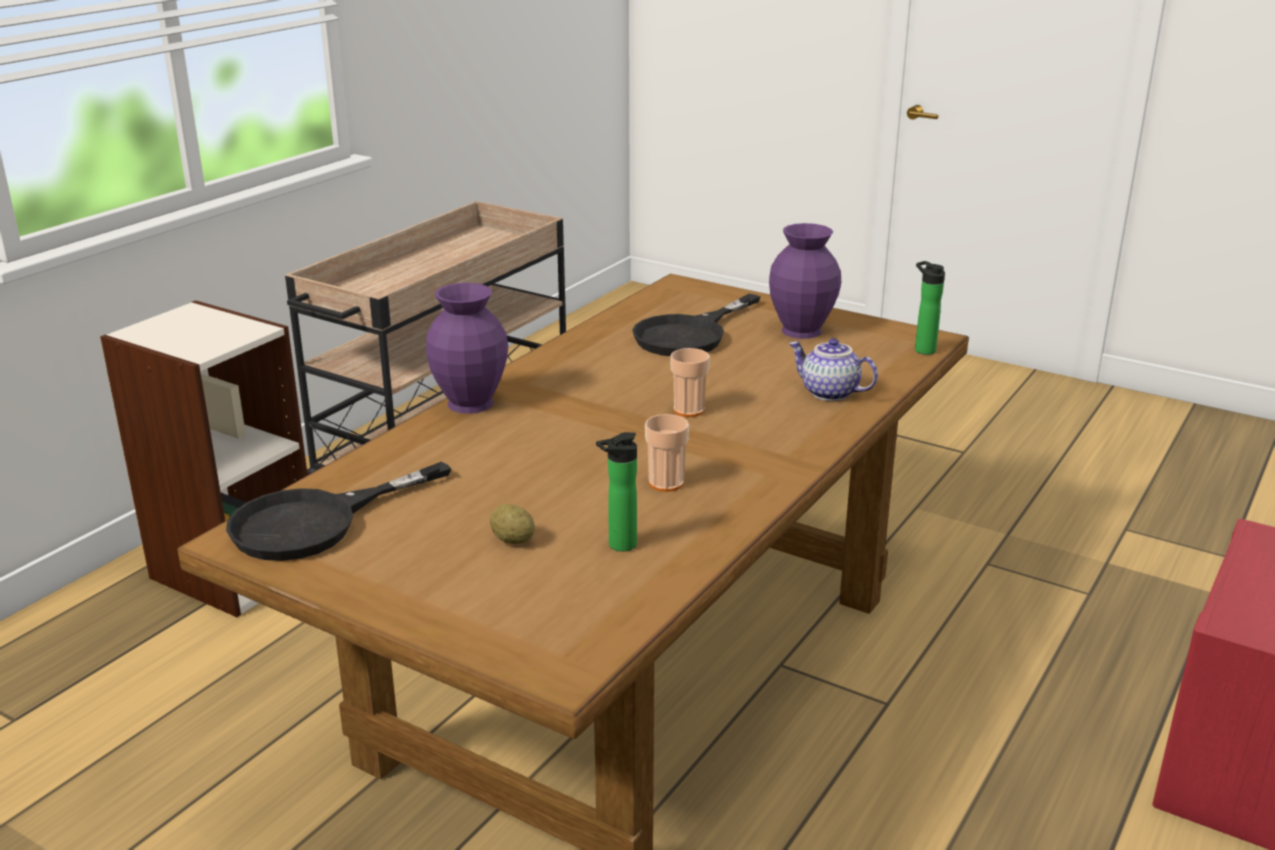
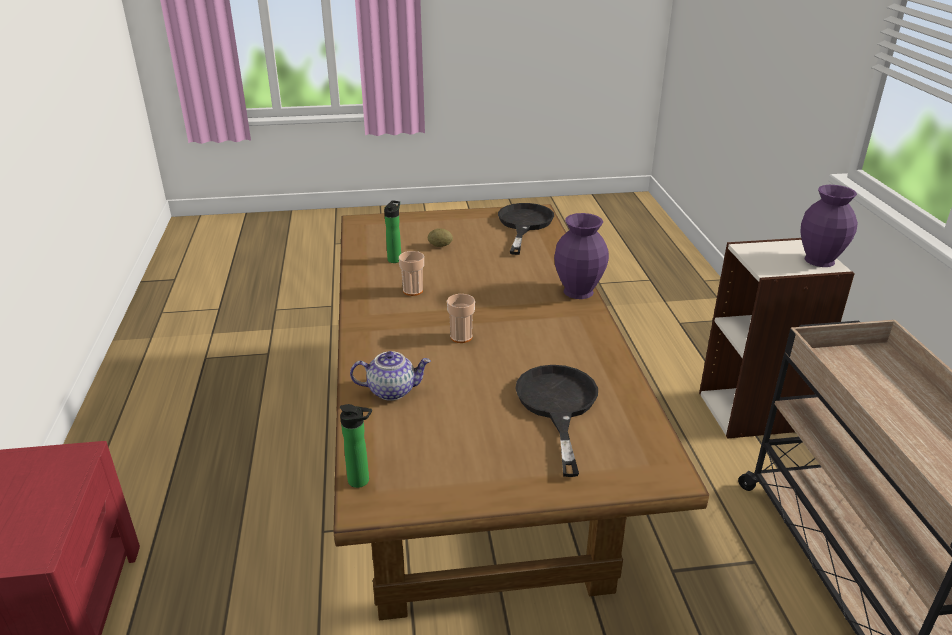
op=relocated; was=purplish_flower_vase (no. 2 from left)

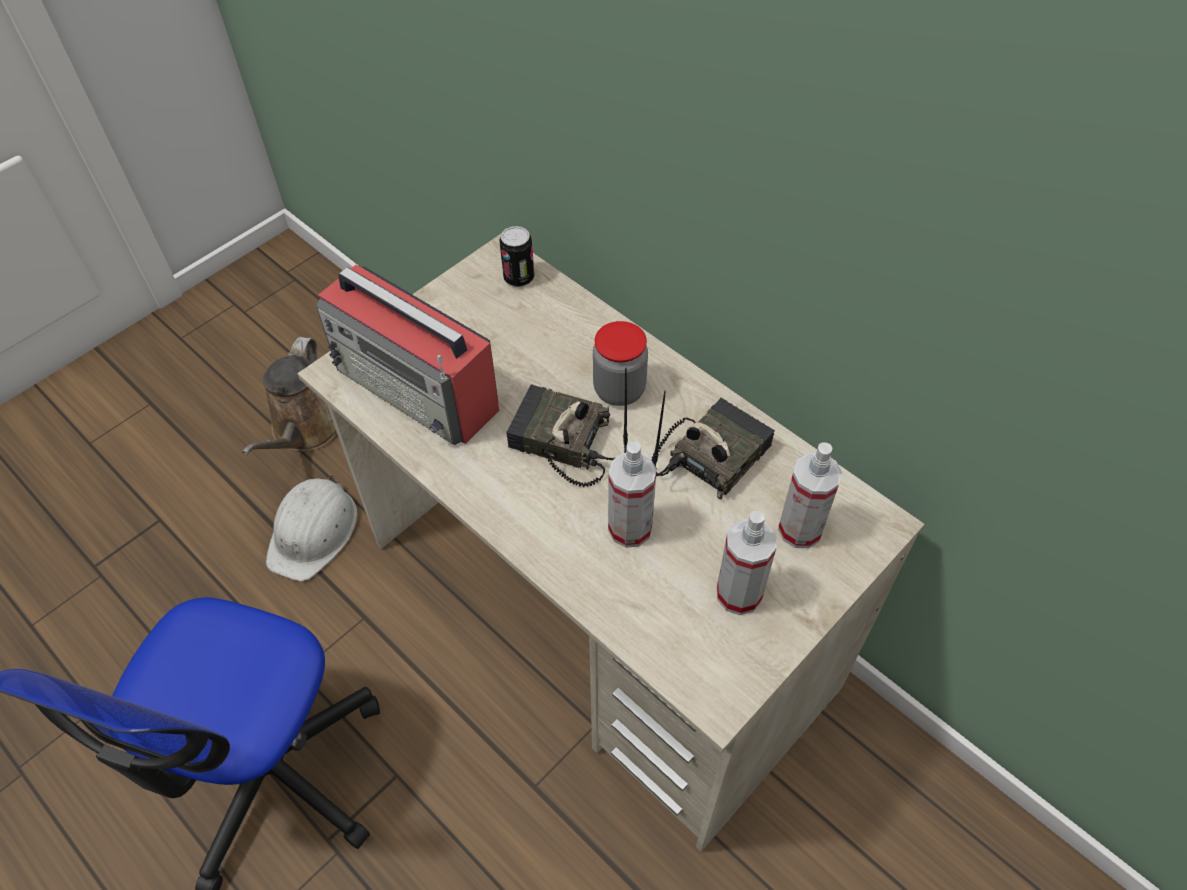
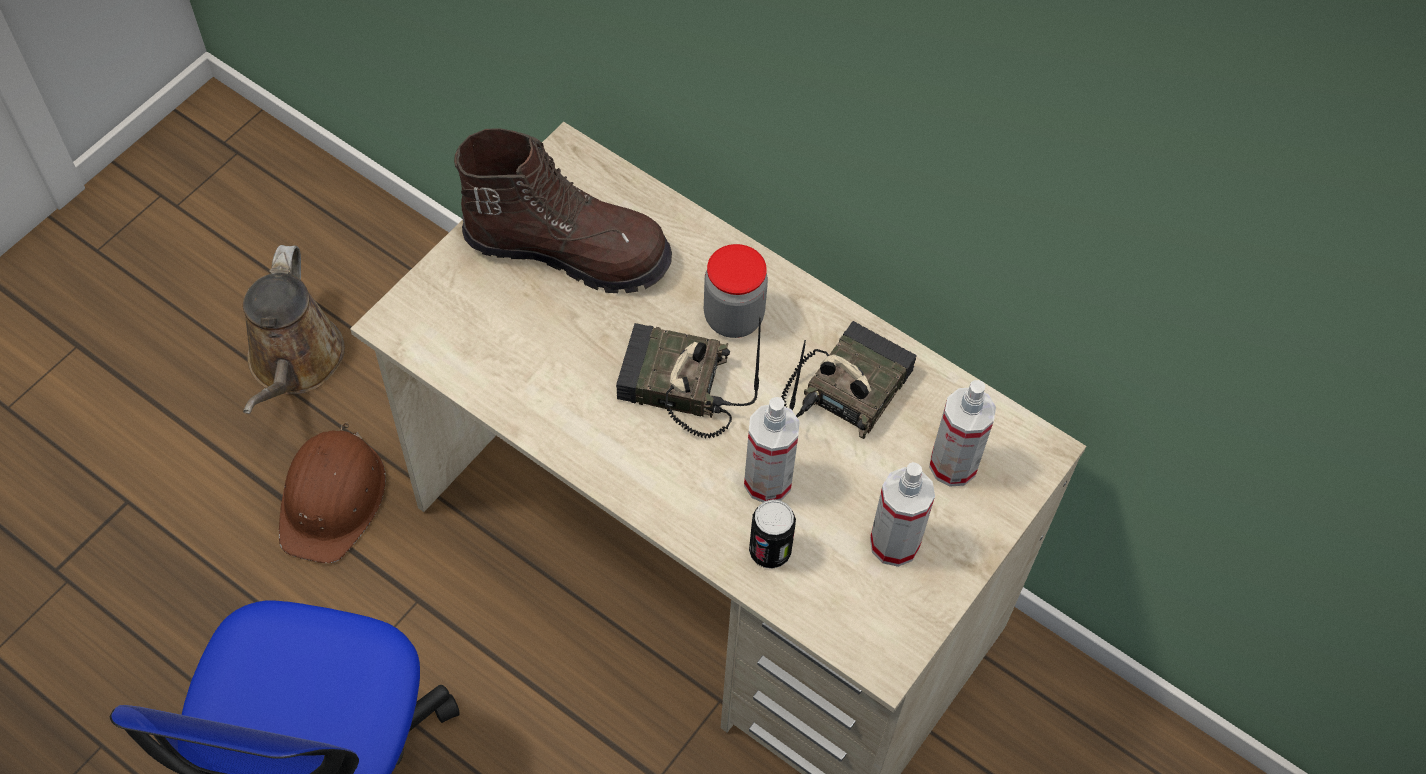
op=colour; was=whitish_work_helmet; now=brownish_work_helmet
op=missing; was=radio_receiver (no. 1 from left)
op=relocated; was=metal_can
op=appeared; now=brownish_tall_boot

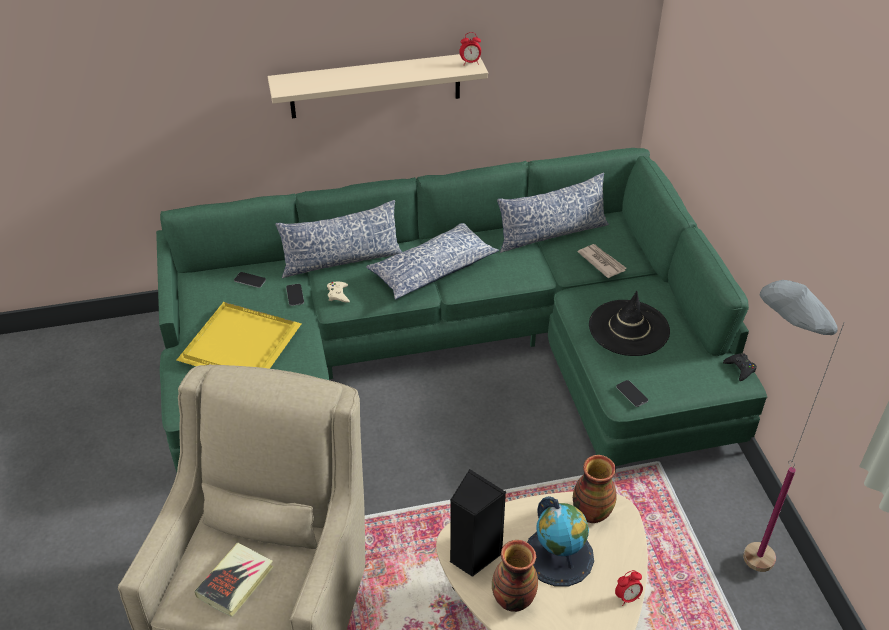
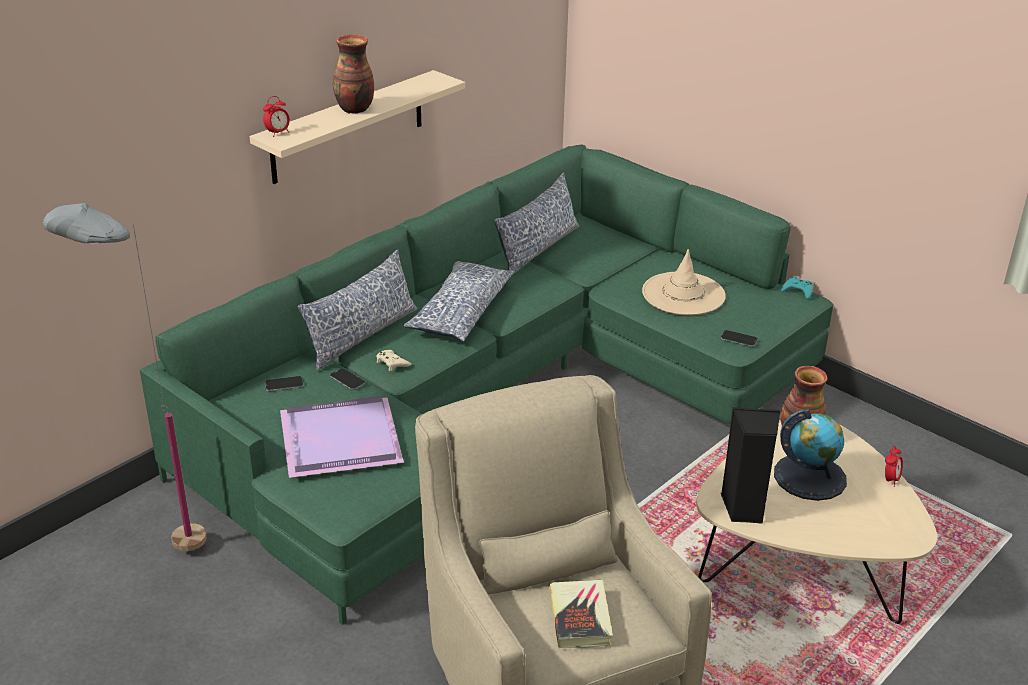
op=colour; was=yellow-coloured_serving_tray; now=purplish_serving_tray
op=relocated; was=table_clock (no. 1 from left)
op=relocated; was=flower_vase (no. 1 from left)
op=missing; was=newspaper
op=colour; was=blackish_clothing_hat; now=beige_clothing_hat
op=colour; was=blackish_joypad; now=blue-green_joypad
op=relocated; was=gray_standard_lamp

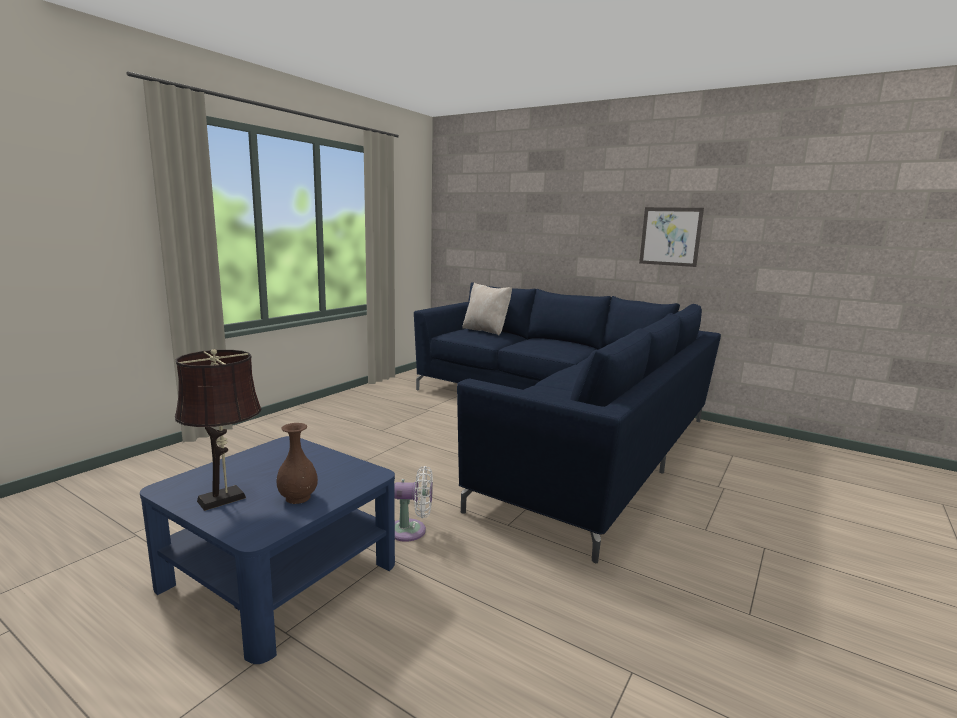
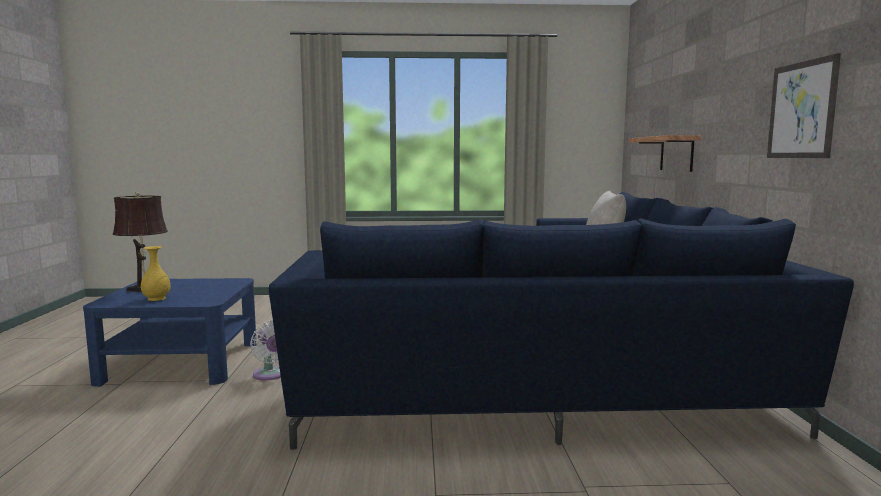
op=colour; was=brownish_flower_vase; now=yellow-coloured_flower_vase
op=appeared; now=shelf

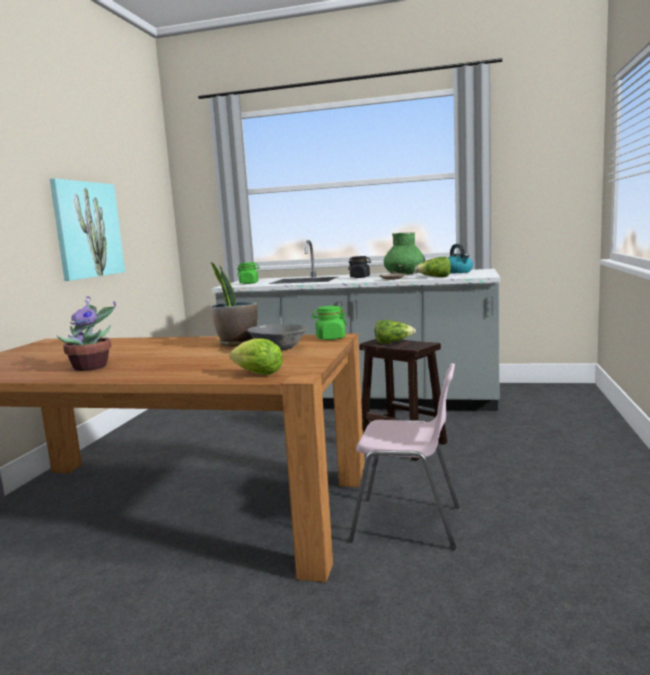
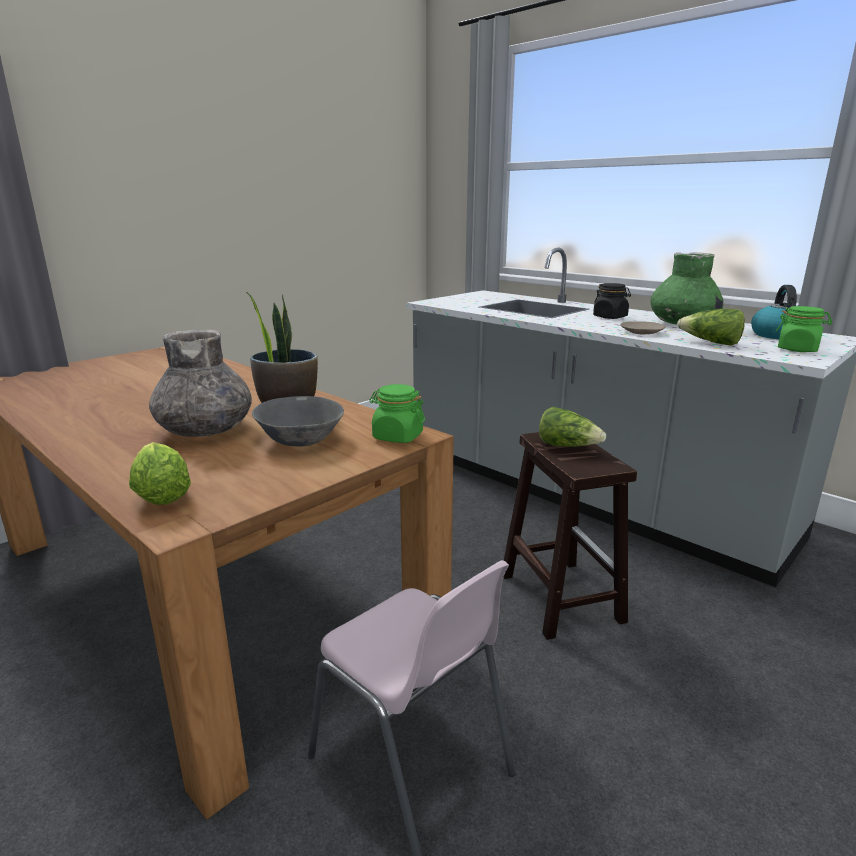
op=missing; was=wall_picture
op=missing; was=houseplant (no. 1 from left)
op=relocated; was=green_storage_jar (no. 1 from left in the first image); now=green_storage_jar (no. 2 from left)
op=appeared; now=gray_flower_vase

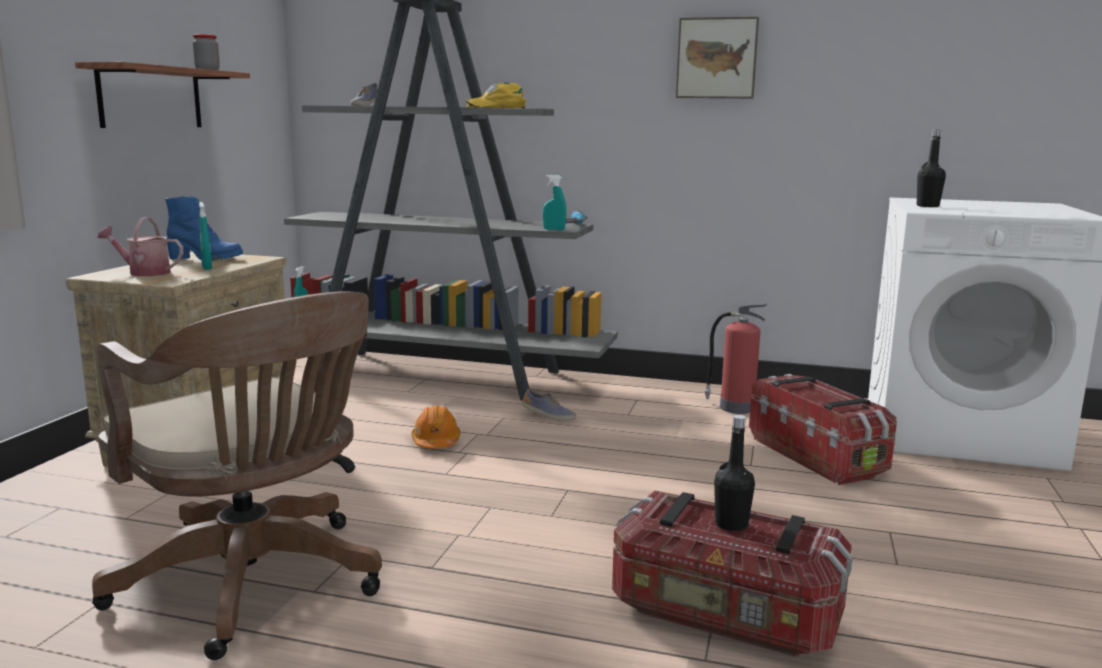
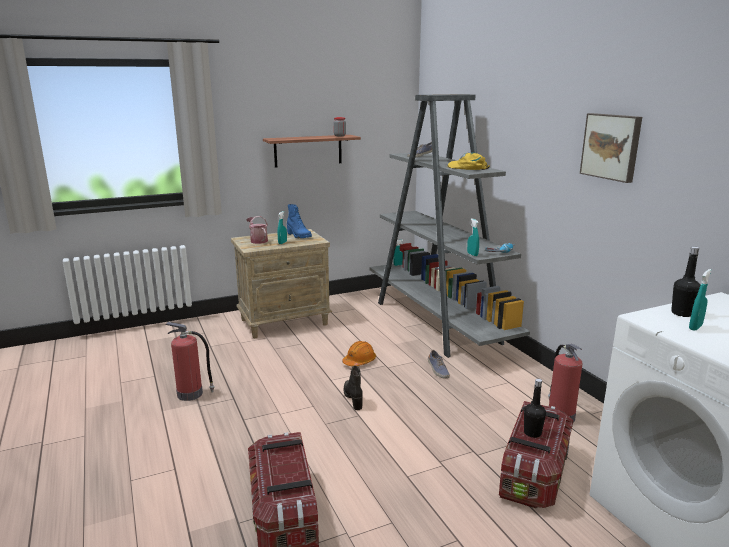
op=exchanged; was=brownish_computer_chair; now=extinguisher (no. 1 from left)
op=relocated; was=blackish_drink_bottle (no. 1 from left)
op=appeared; now=blackish_tall_boot
op=appeared; now=blue-green_hand_sprayer (no. 4 from left)

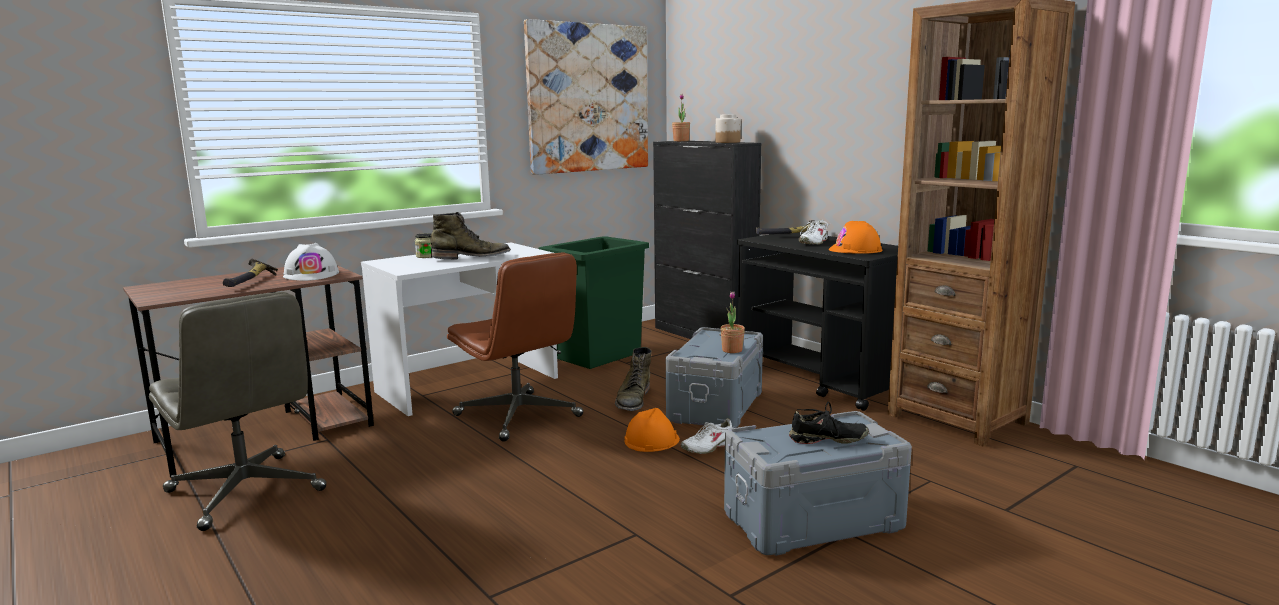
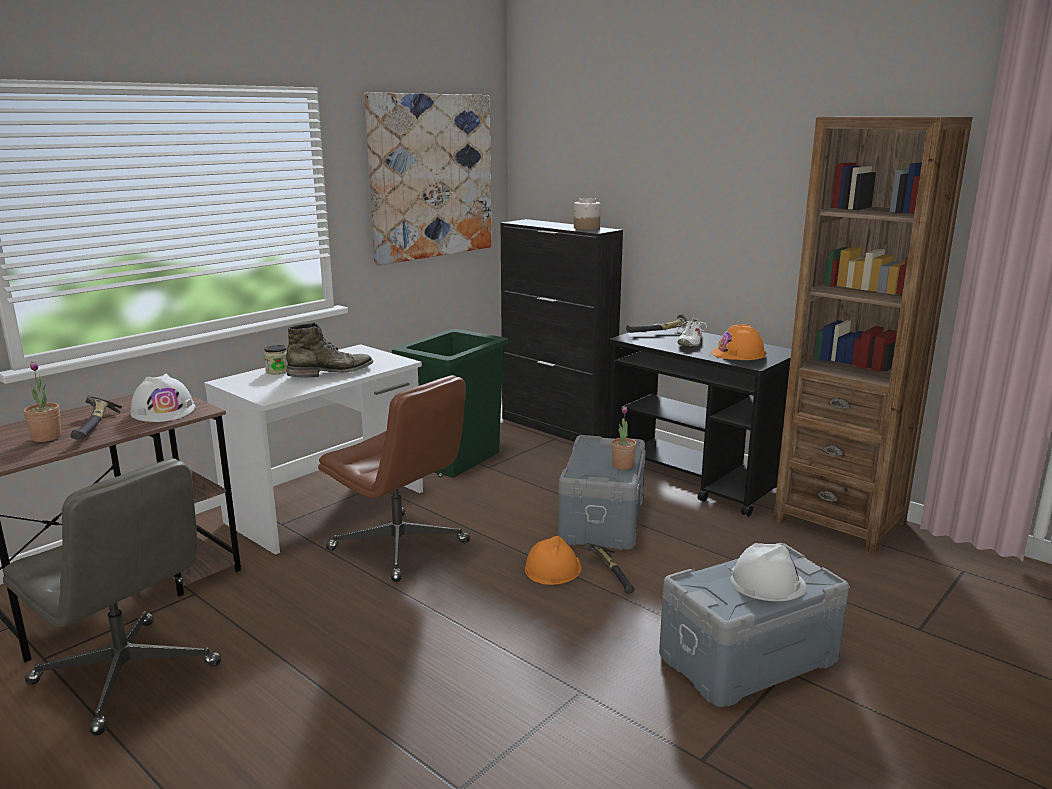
op=missing; was=green_tall_boot (no. 2 from left)
op=relocated; was=houseplant (no. 1 from left)
op=exchanged; was=whitish_shoe (no. 1 from left); now=hand_hammer (no. 2 from left)
op=exchanged; was=blackish_shoe; now=whitish_work_helmet (no. 2 from left)

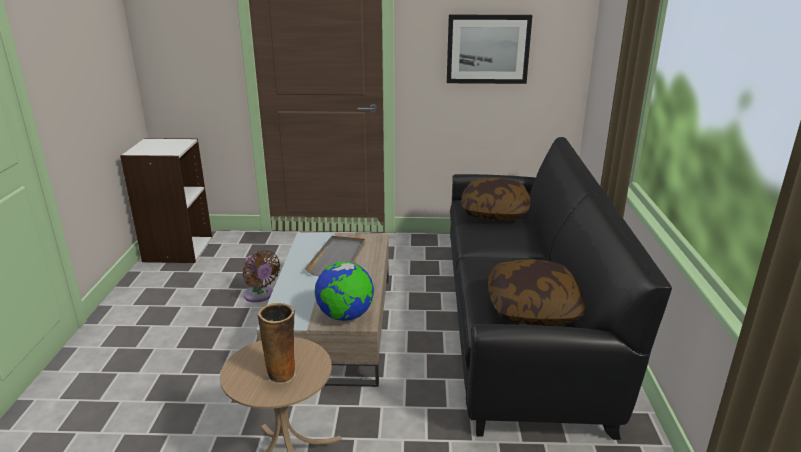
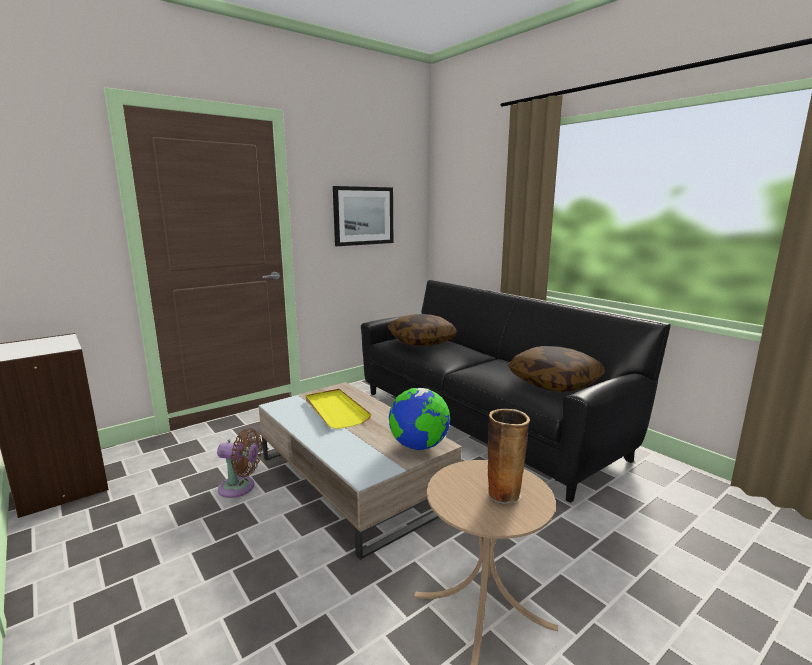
op=colour; was=gray_serving_tray; now=yellow-coloured_serving_tray

